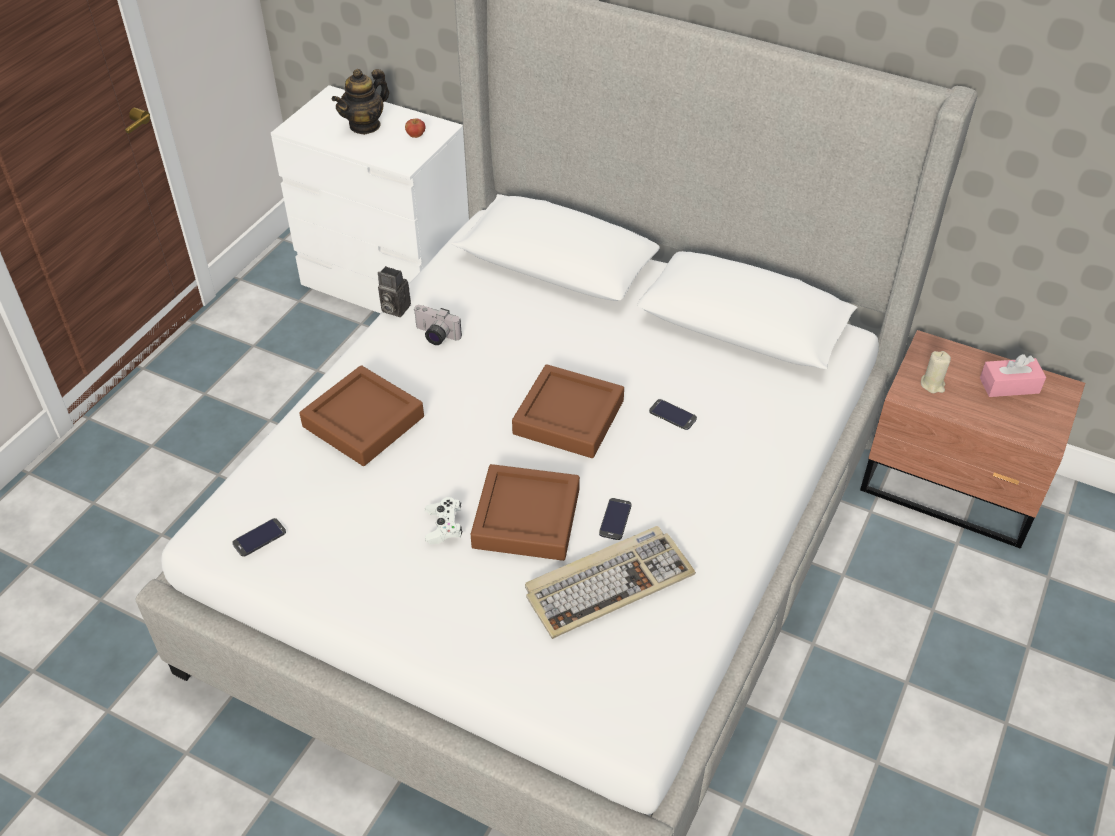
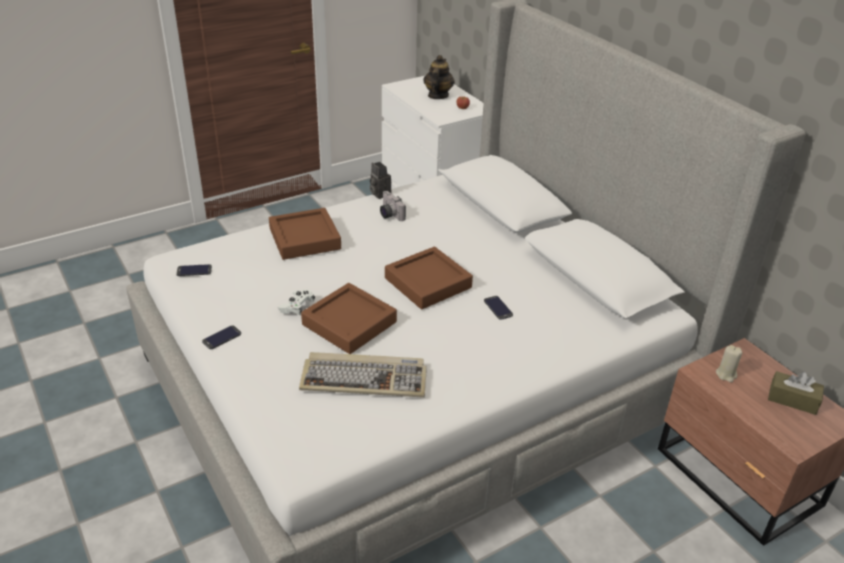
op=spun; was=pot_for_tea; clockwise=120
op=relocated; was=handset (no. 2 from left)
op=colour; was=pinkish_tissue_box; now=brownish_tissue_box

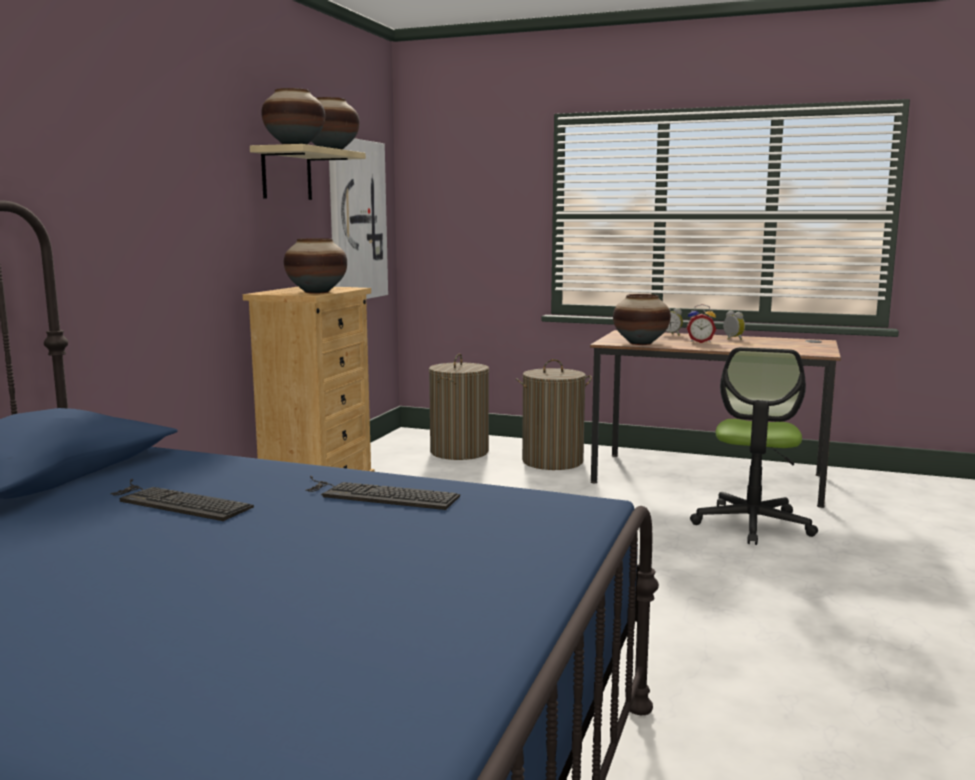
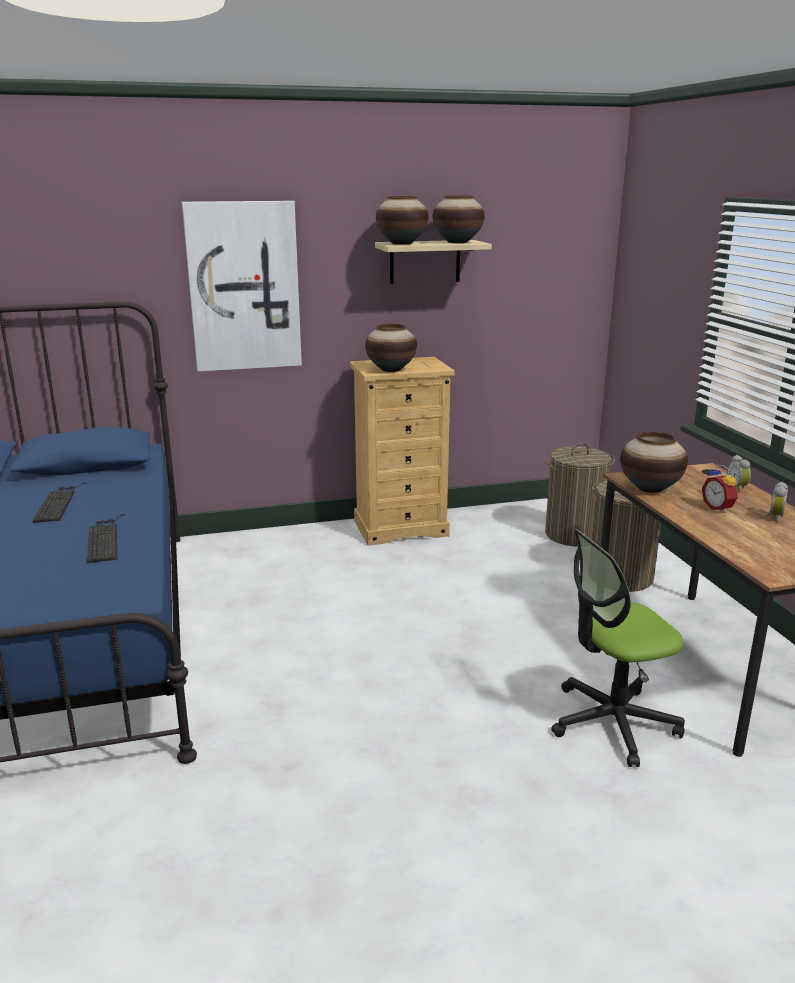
op=relocated; was=wall_picture

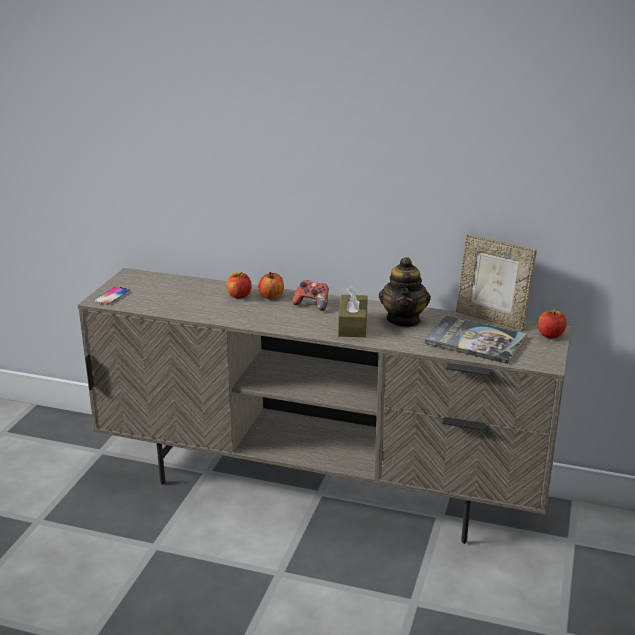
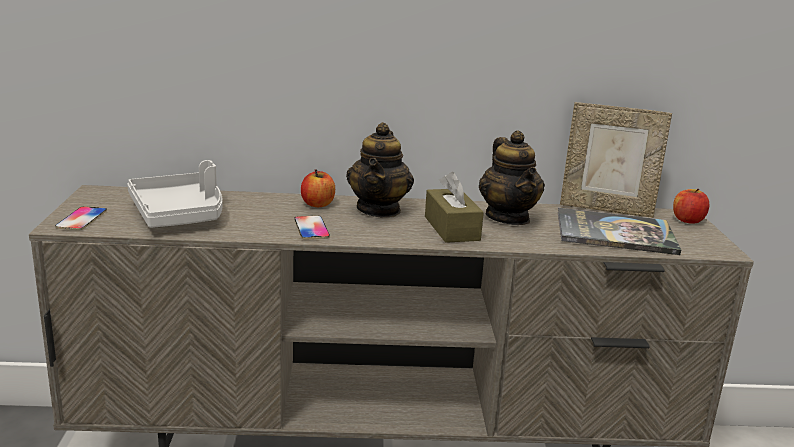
op=missing; was=apple (no. 1 from left)
op=exchanged; was=joypad; now=pot_for_tea (no. 1 from left)
op=appeared; now=gray_serving_tray
op=appeared; now=handset (no. 2 from left)

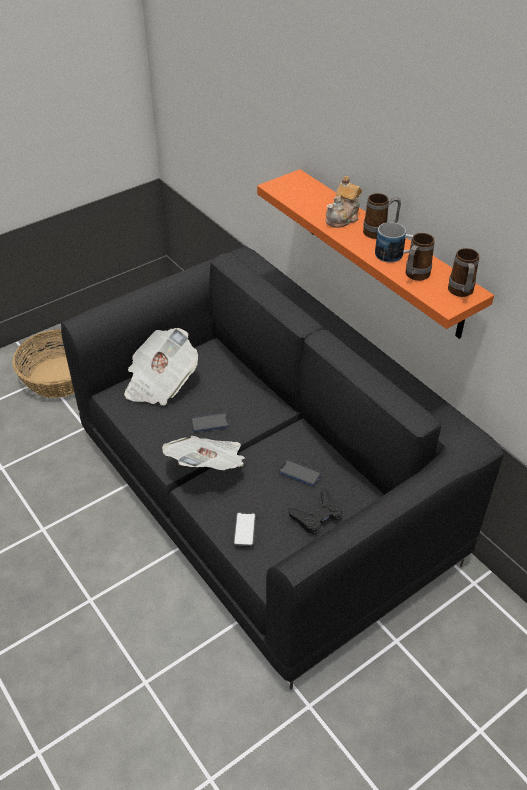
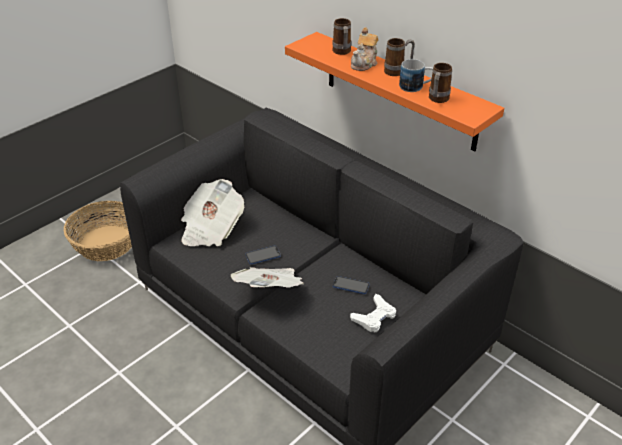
op=missing; was=handset (no. 2 from left)
op=colour; was=blackish_joypad; now=whitish_joypad
op=relocated; was=tea_mug (no. 4 from left in the first image); now=tea_mug (no. 1 from left)

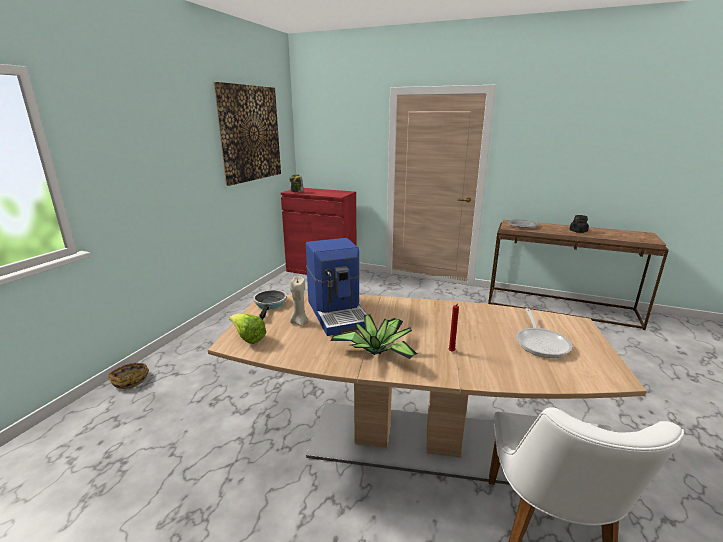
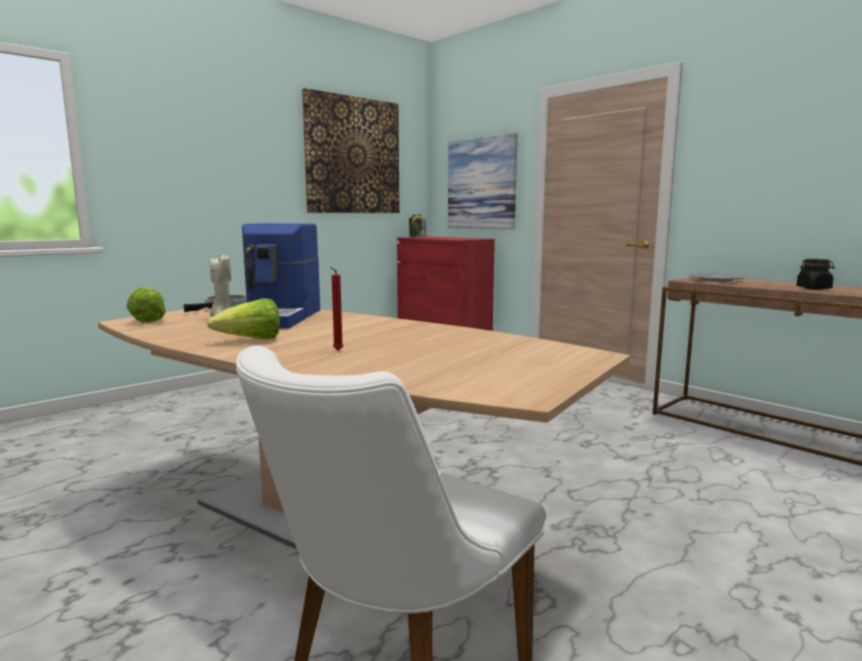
op=missing; was=basket
op=exchanged; was=houseplant; now=head_of_lettuce (no. 2 from left)
op=missing; was=skillet (no. 2 from left)
op=appeared; now=wall_picture (no. 2 from left)

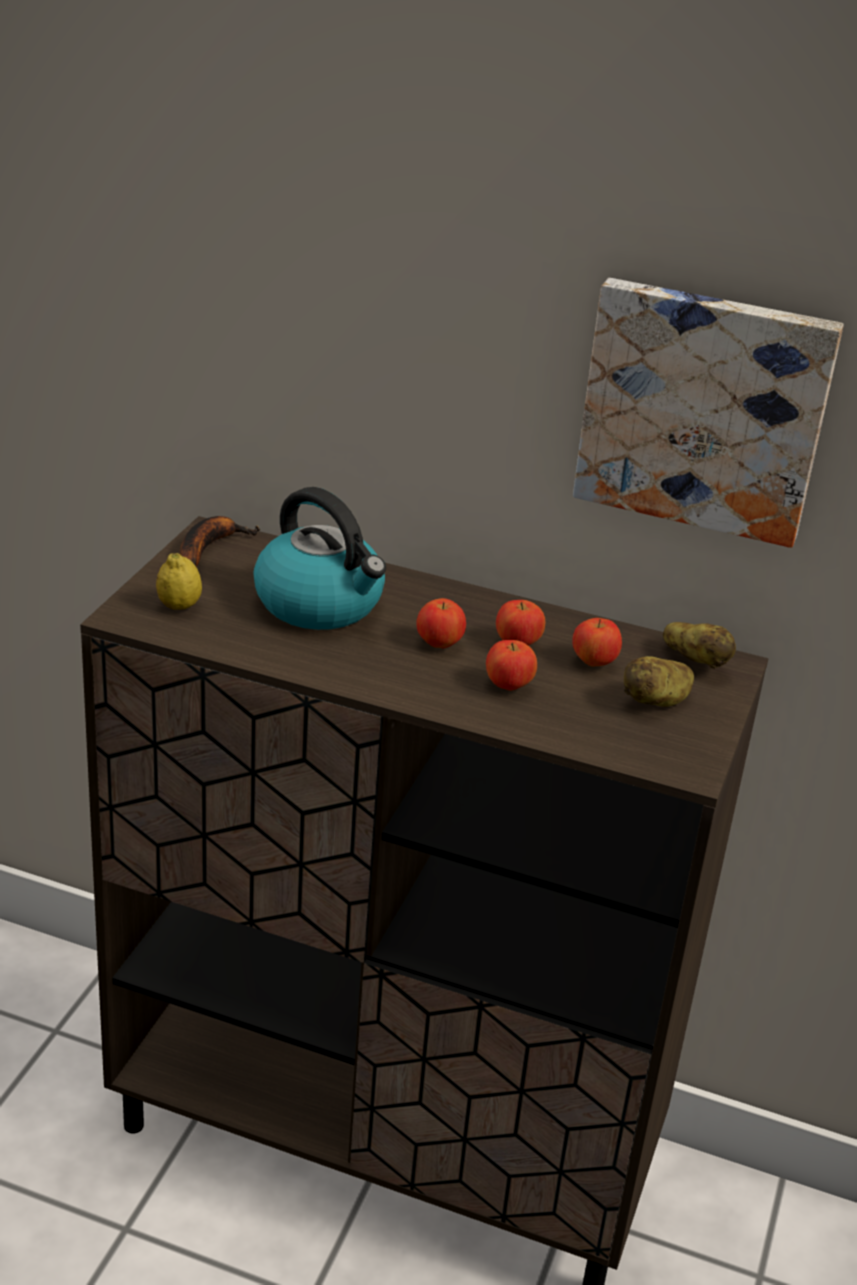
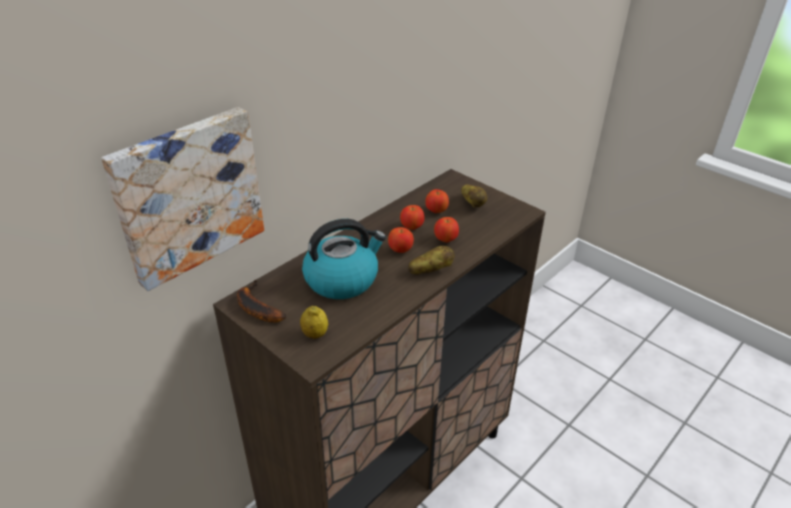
op=relocated; was=wall_picture
op=relocated; was=spud (no. 2 from left in the first image); now=spud (no. 1 from left)

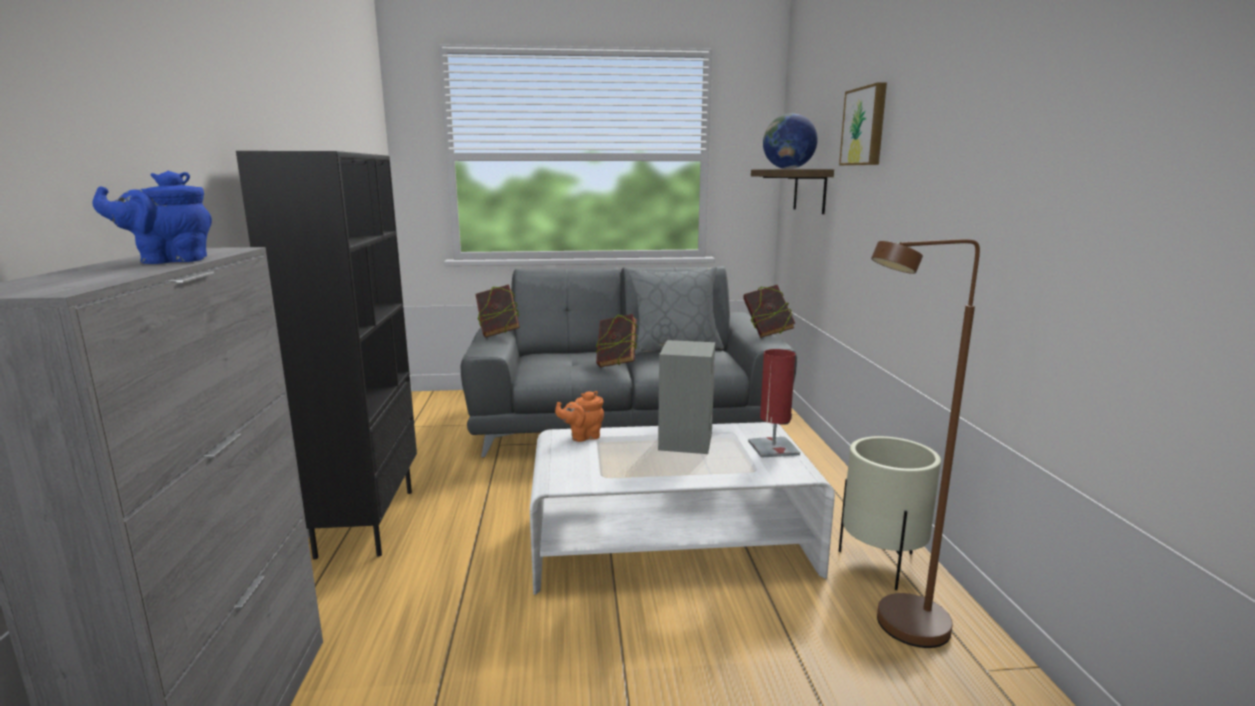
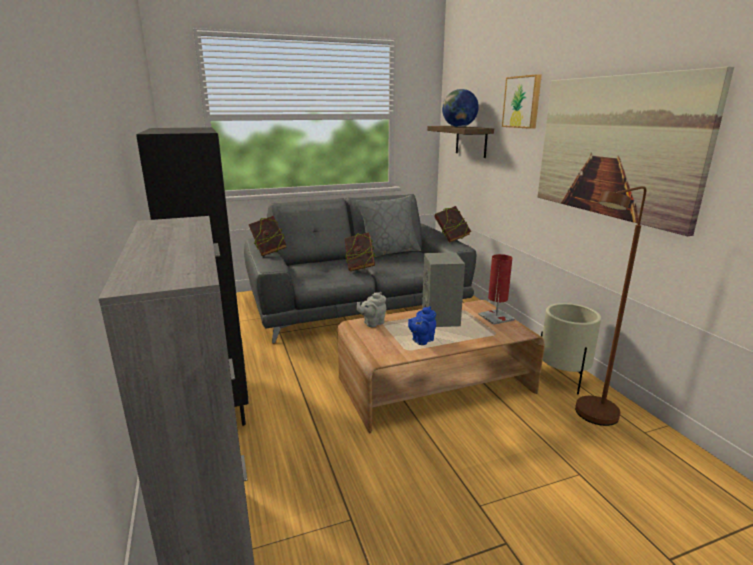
op=relocated; was=blue-coloured_pot_for_tea
op=colour; was=whitish_lounge_table; now=brownish_lounge_table
op=colour; was=orange-coloured_pot_for_tea; now=gray_pot_for_tea
op=appeared; now=wall_picture (no. 2 from left)

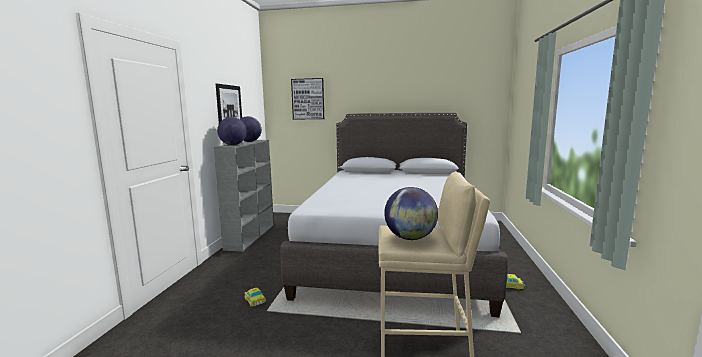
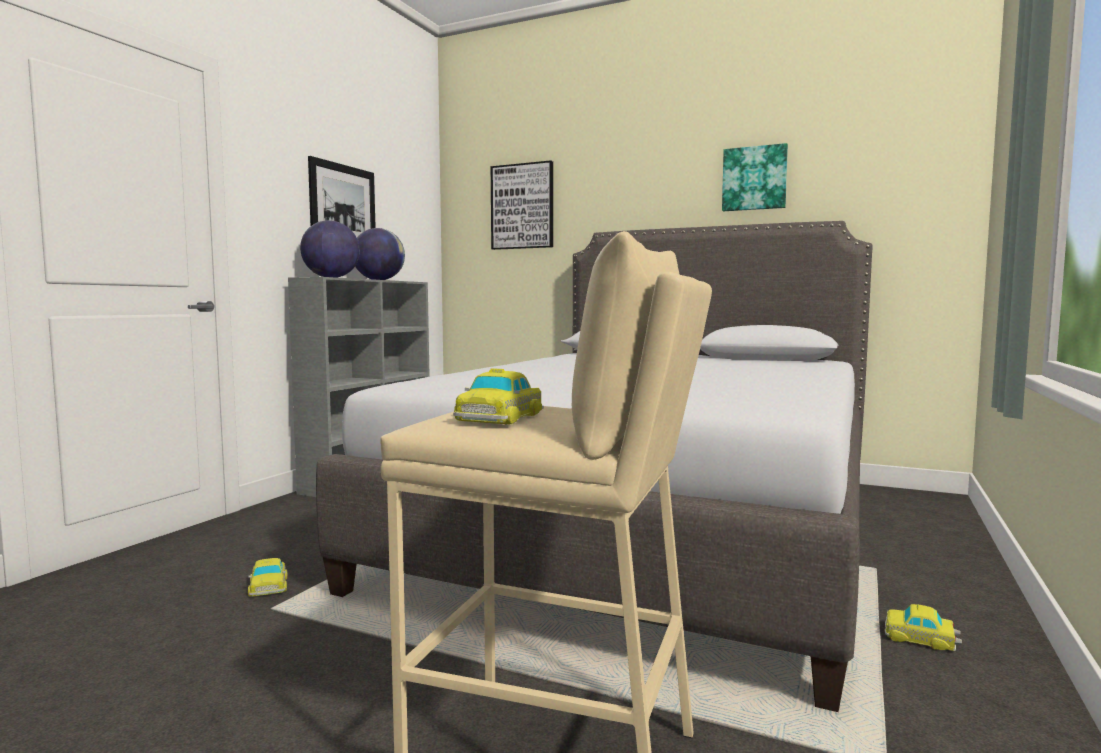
op=exchanged; was=globe (no. 3 from left); now=toy_car (no. 2 from left)
op=appeared; now=wall_picture (no. 3 from left)

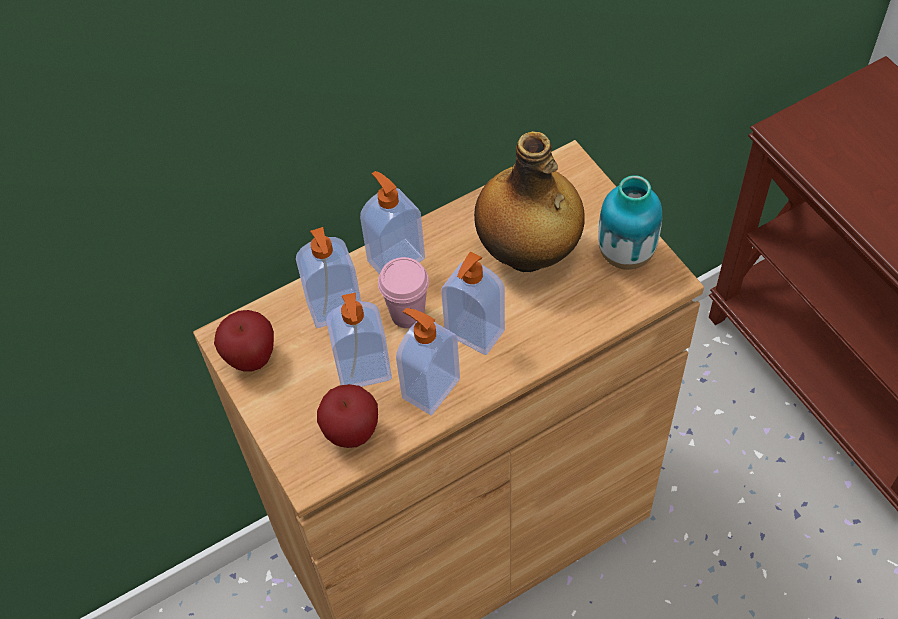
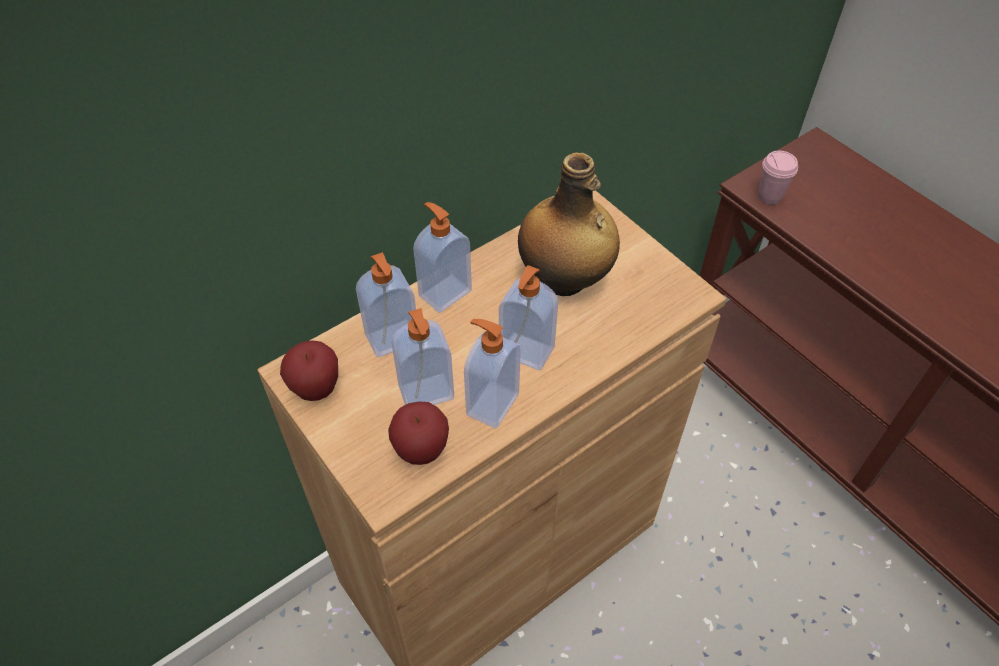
op=relocated; was=pinkish_small_cup
op=missing; was=flower_vase

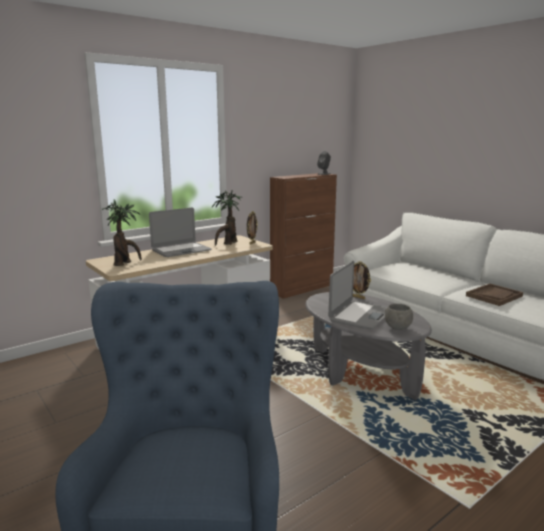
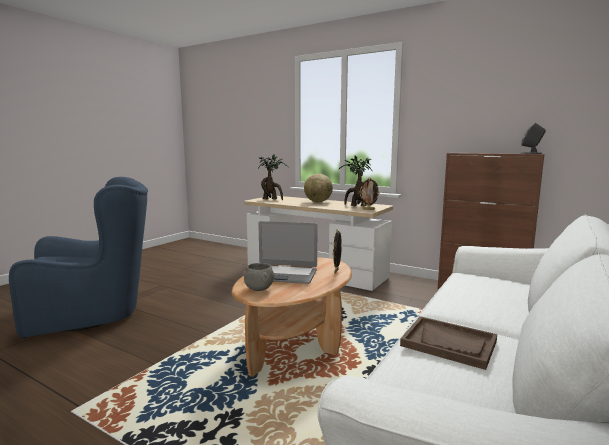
op=exchanged; was=laptop (no. 1 from left); now=globe
op=colour; was=gray_lounge_table; now=brownish_lounge_table

